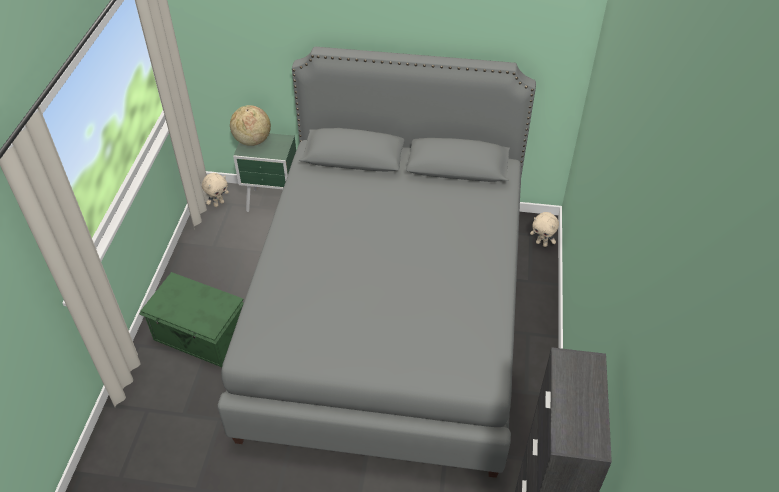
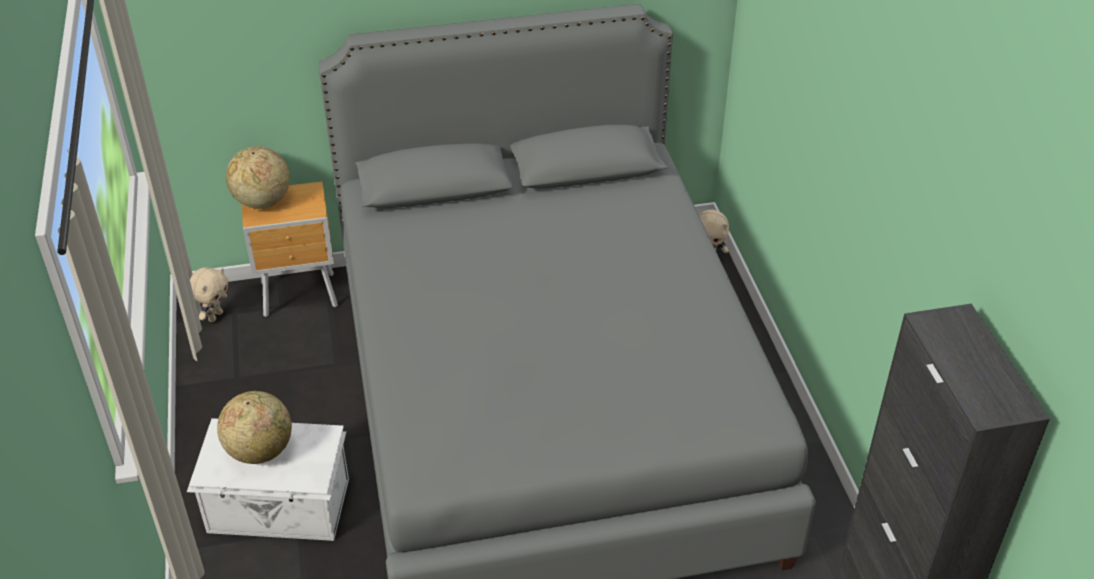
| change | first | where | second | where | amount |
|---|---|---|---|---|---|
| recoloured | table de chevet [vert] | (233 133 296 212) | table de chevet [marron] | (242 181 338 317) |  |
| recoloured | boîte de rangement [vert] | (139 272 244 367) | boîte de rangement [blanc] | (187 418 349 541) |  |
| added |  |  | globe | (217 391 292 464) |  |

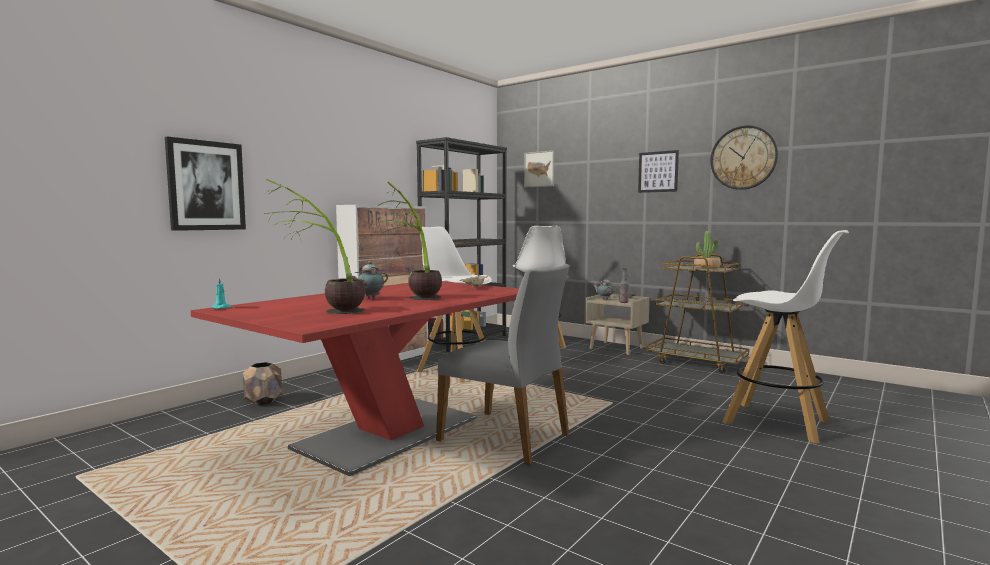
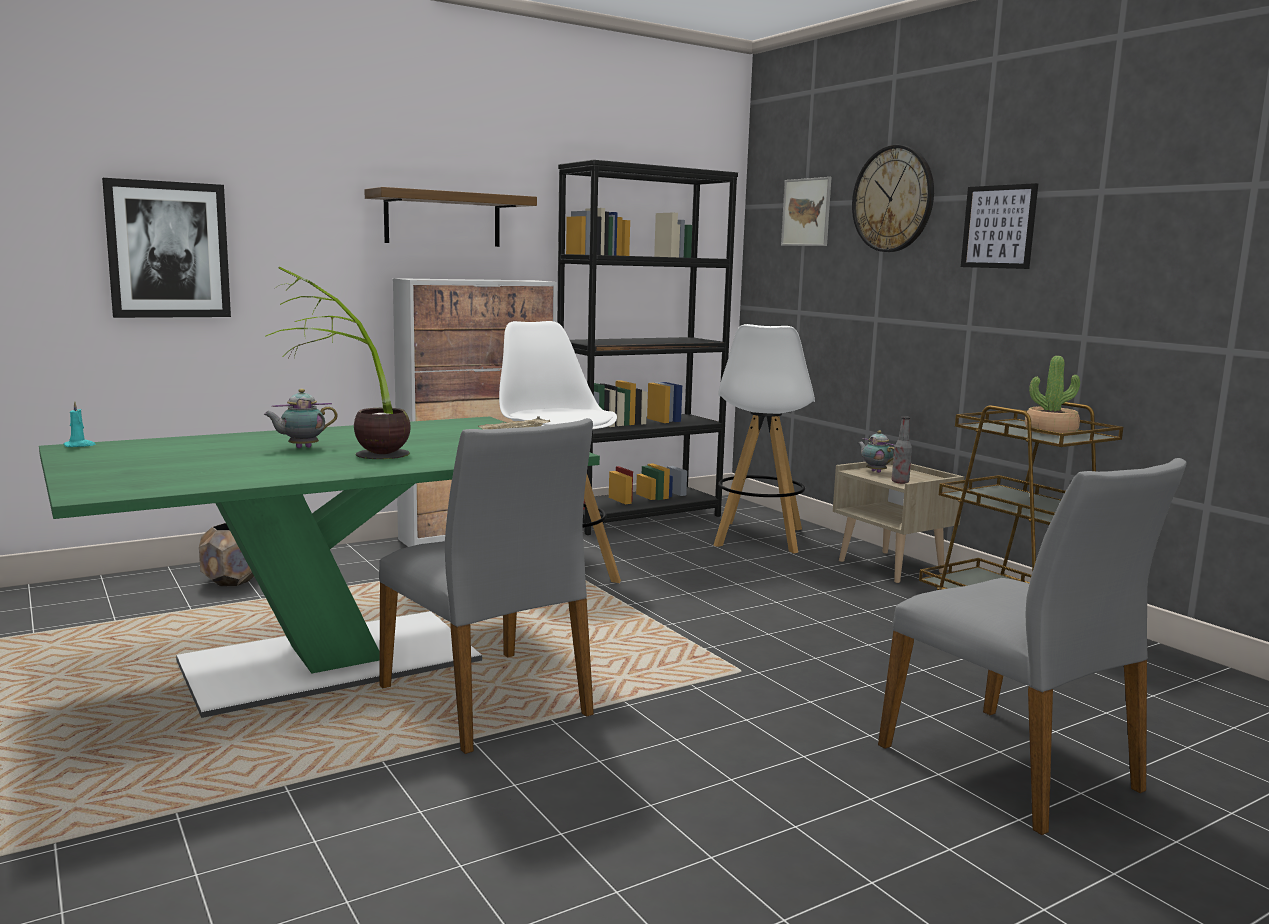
| change | first | where | second | where | amount |
|---|---|---|---|---|---|
| moved | horloge murale | (710 125 778 190) |  | (852 145 934 252) |  |
| removed | plante en pot | (264 179 365 314) |  |  |  |
| replaced | tabouret [blanc] | (722 230 849 443) | chaise [gris] | (878 458 1187 835) |  |
| recoloured | table à manger [rouge] | (191 281 519 476) | table à manger [vert] | (39 416 600 718) |  |
| added |  |  | étagère | (364 187 537 247) |  |

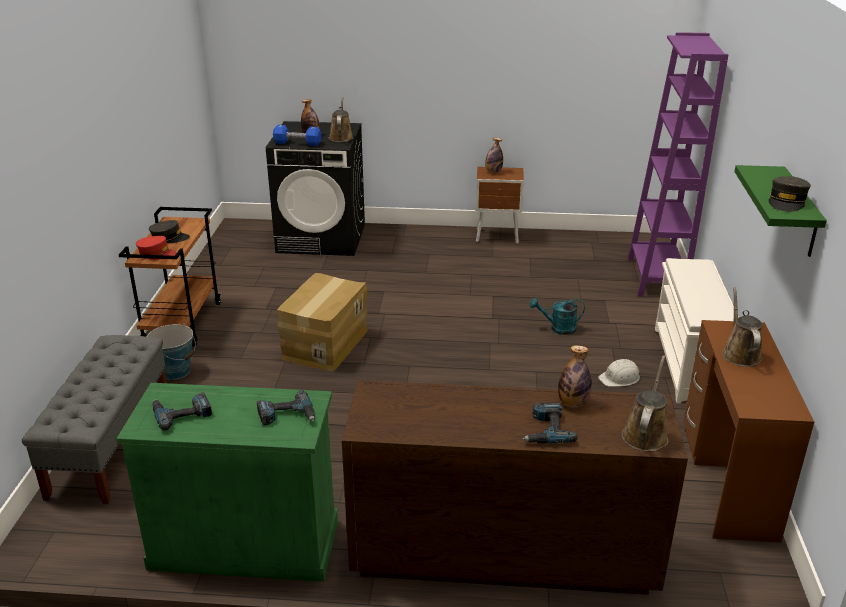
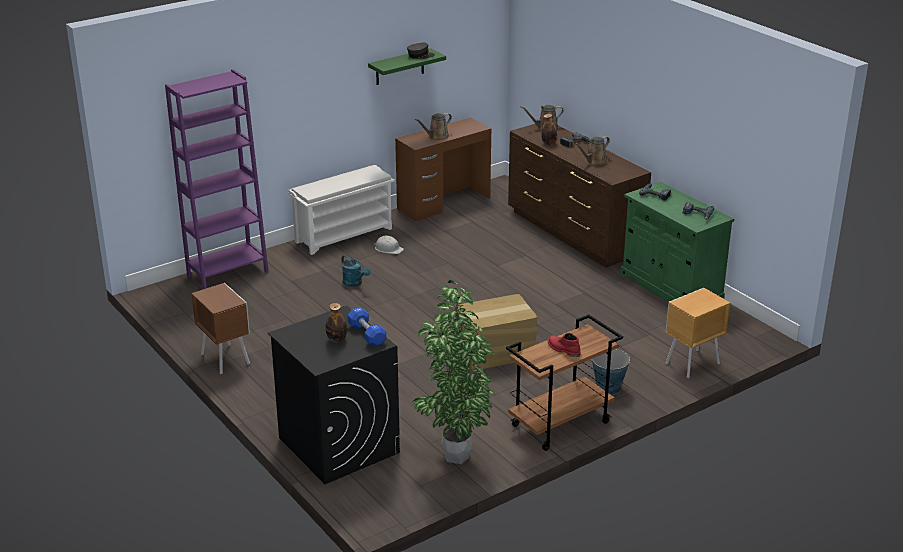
| change | first | where | second | where | amount |
|---|---|---|---|---|---|
| moved | arrosoir [marron] | (329 97 353 142) |  | (575 136 610 165) |  |
| removed | bouteille | (485 138 503 173) |  |  |  |
| replaced | casquette [gris] | (149 220 190 243) | botte [rouge] | (548 333 580 357) |  |
| removed | casquette [rouge] | (136 236 177 260) |  |  |  |
| replaced | banc [gris] | (22 335 167 504) | table de chevet [marron] | (666 288 730 378) |  |
| added |  |  | plante en pot | (412 280 496 464) |  |

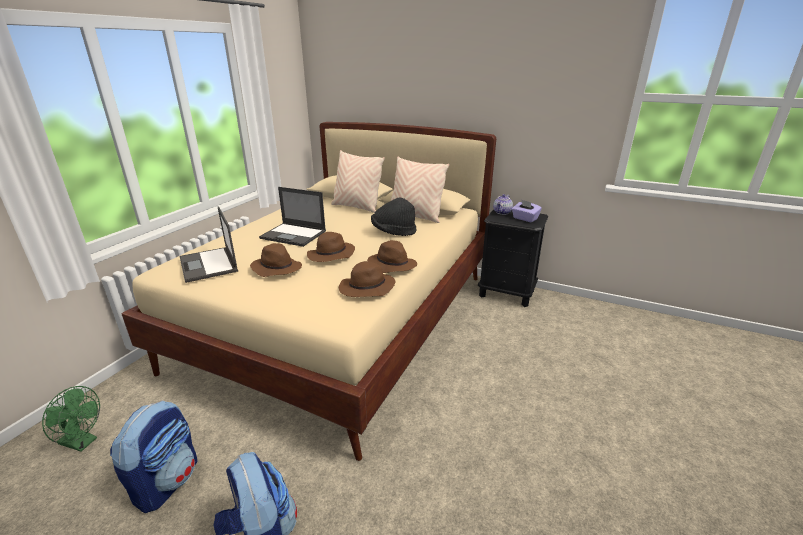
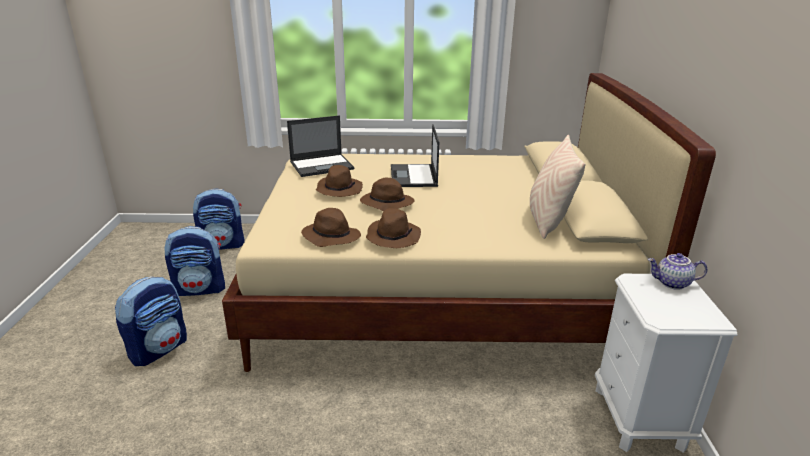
| change | first | where | second | where | amount |
|---|---|---|---|---|---|
| removed | coussin [beige] | (331 150 385 213) |  |  |  |
| removed | chapeau [noir] | (371 197 417 236) |  |  |  |
| removed | boîte à mouchoirs [violet] | (512 200 542 223) |  |  |  |
| turned | ordinateur portable | (180 206 238 283) |  | (287 115 354 177) | 150 degrees counterclockwise |
| recoloured | table de chevet [noir] | (478 209 548 307) | table de chevet [blanc] | (595 274 737 453) |  |
| replaced | ventilateur [vert] | (42 386 100 452) | sac à dos | (193 188 244 249) |  |

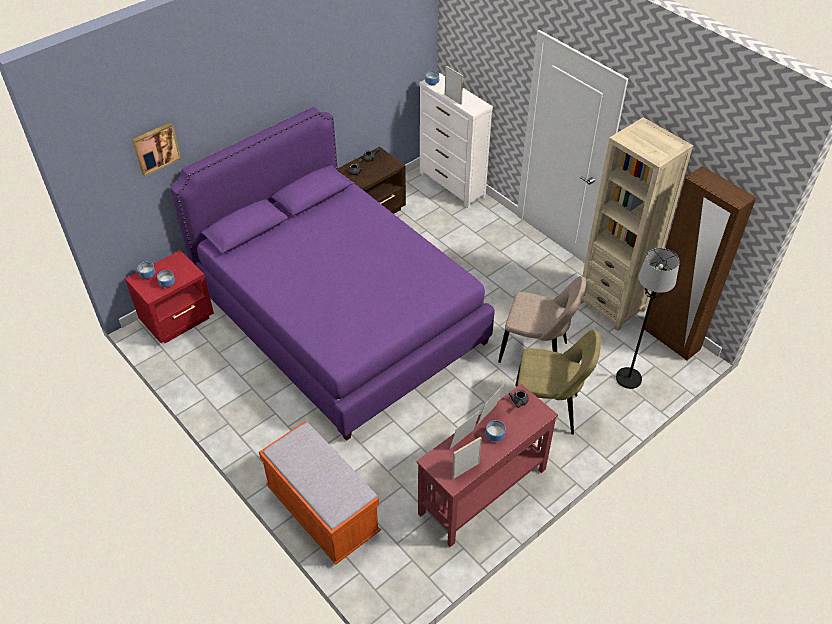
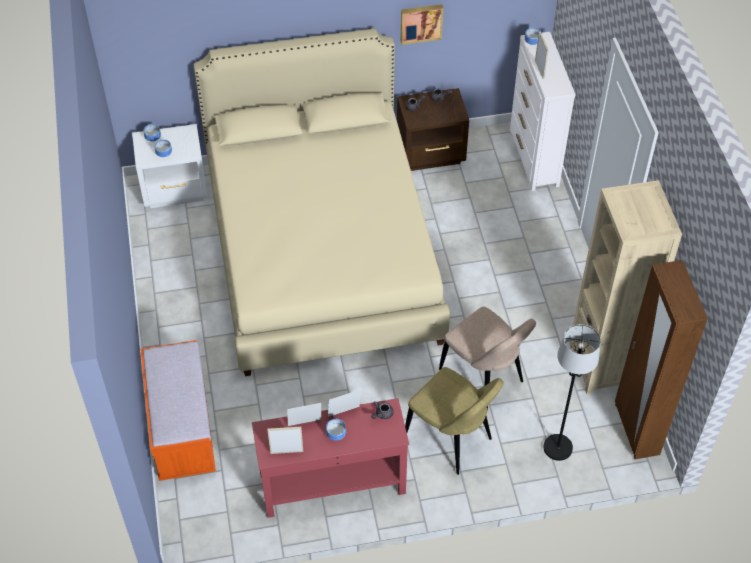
| change | first | where | second | where | amount |
|---|---|---|---|---|---|
| recoloured | lit [violet] | (170 107 495 441) | lit [beige] | (194 28 450 376) |  |
| moved | tableau | (132 122 181 176) |  | (401 4 443 45) |  |
| recoloured | table de chevet [rouge] | (125 250 214 343) | table de chevet [blanc] | (132 124 208 208) |  |

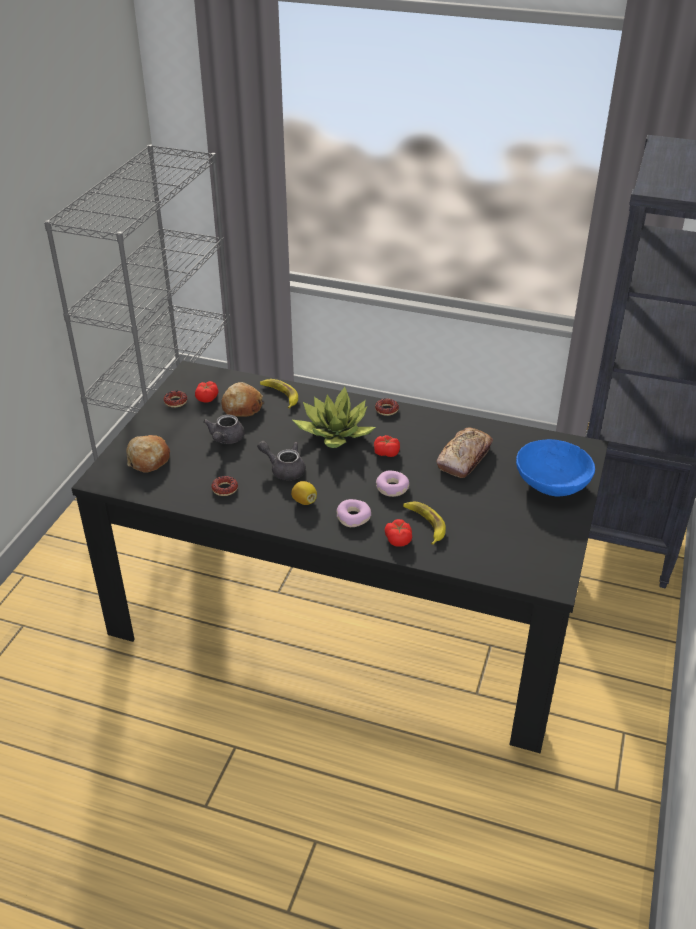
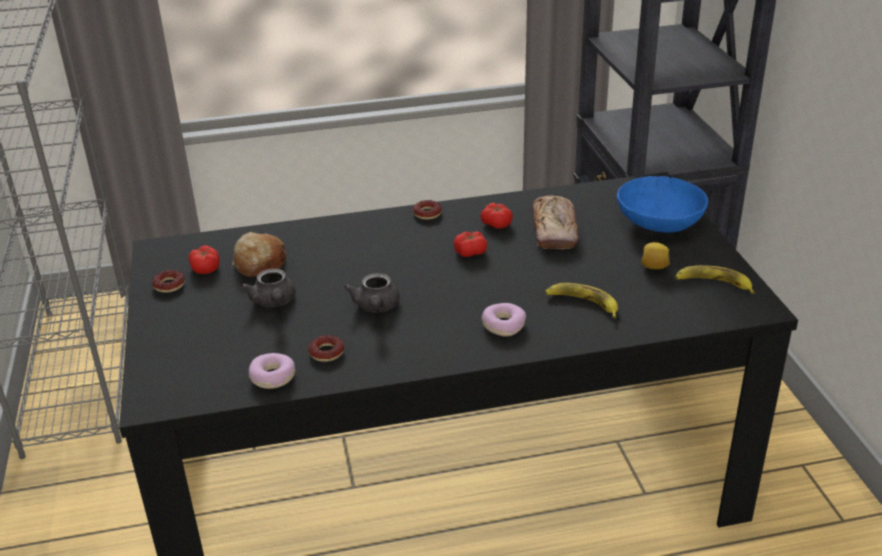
| change | first | where | second | where | amount |
|---|---|---|---|---|---|
| moved | banane | (260 379 298 408) |  | (675 265 755 294) |  |
| removed | plante en pot | (292 387 376 448) |  |  |  |
| removed | pain | (126 435 170 473) |  |  |  |
| turned | théière [gris] | (257 441 306 480) |  | (344 273 400 312) | 90 degrees counterclockwise |
| moved | beignet | (376 471 409 497) |  | (249 353 296 389) |  |
| moved | citron | (291 481 317 505) |  | (641 242 670 269) |  |
| moved | tomate | (384 519 412 547) |  | (480 203 513 229) |  |

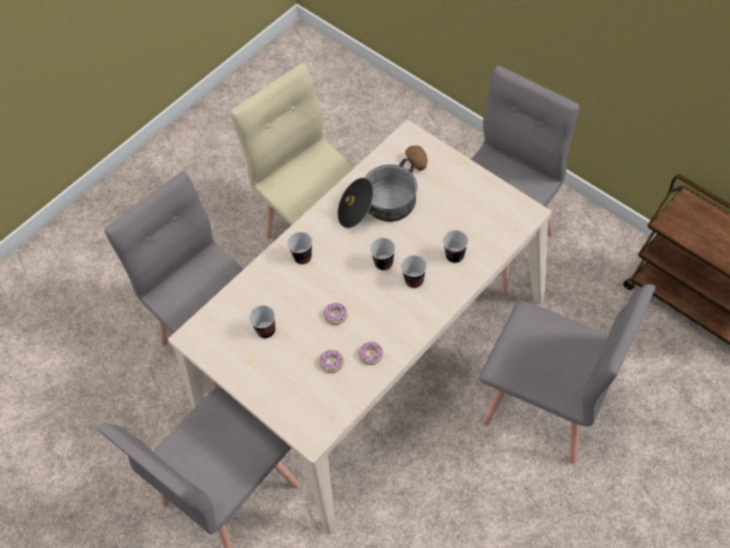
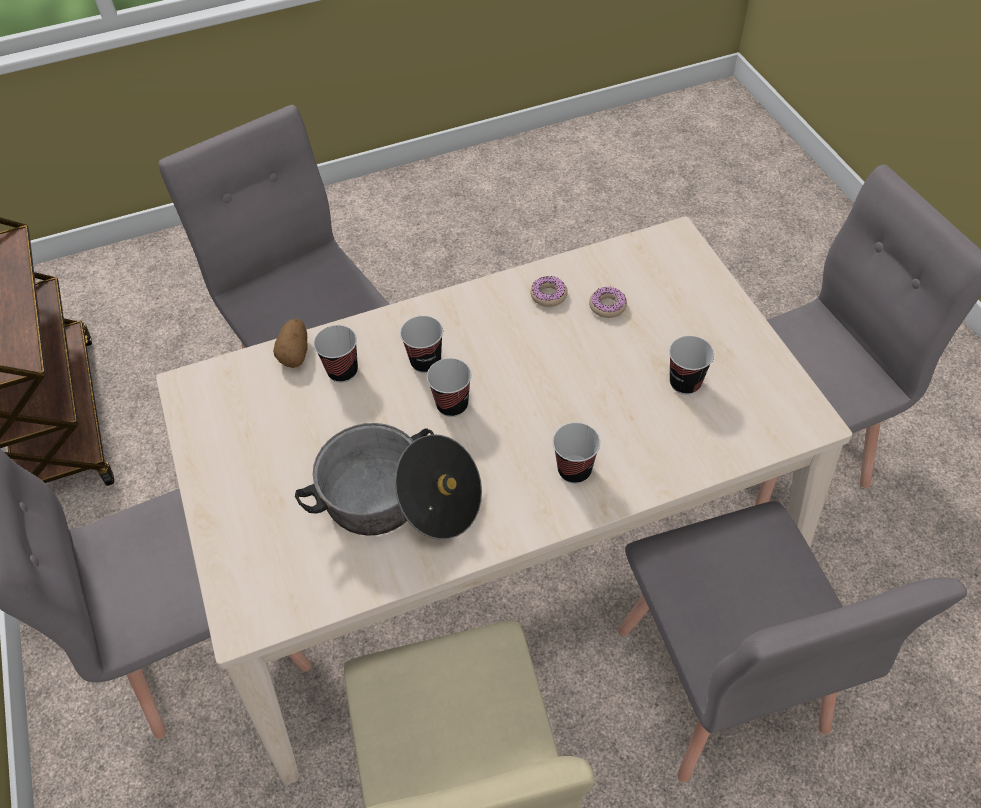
| change | first | where | second | where | amount |
|---|---|---|---|---|---|
| moved | pomme de terre | (405 146 428 171) |  | (273 319 308 368) |  |
| removed | beignet | (324 303 348 325) |  |  |  |

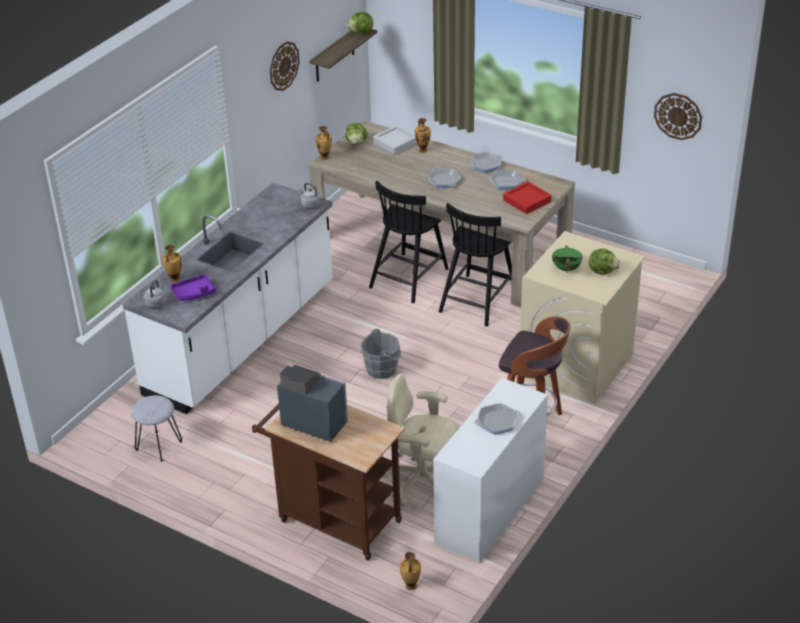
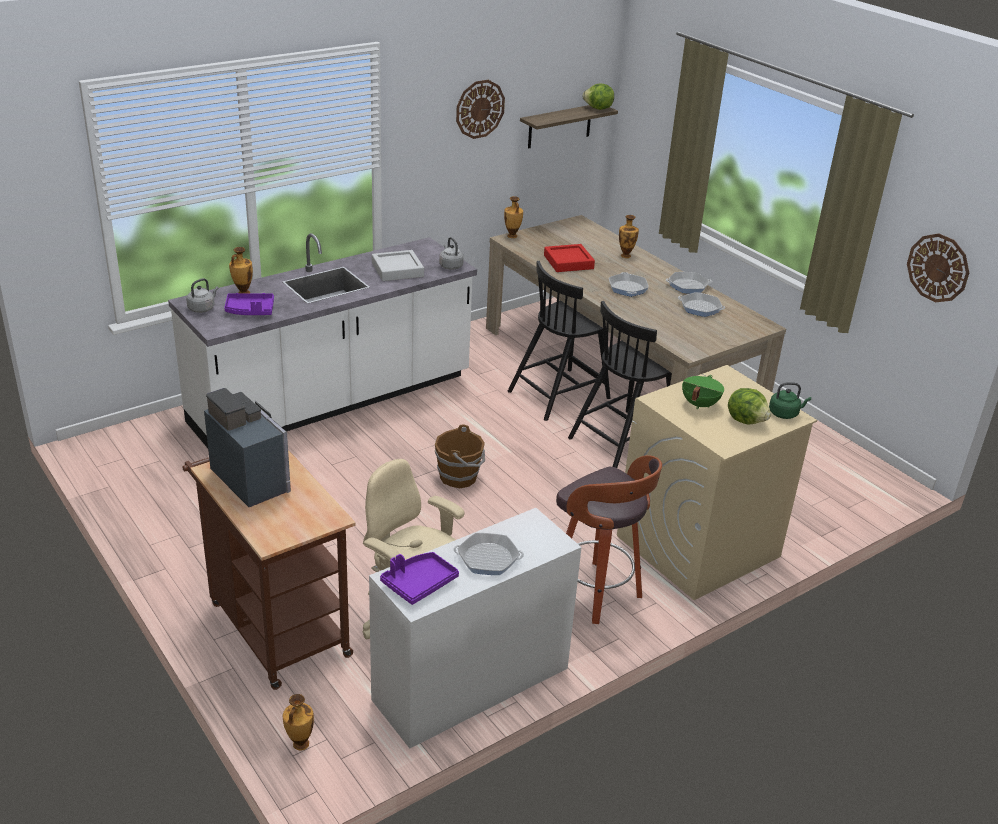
| change | first | where | second | where | amount |
|---|---|---|---|---|---|
| removed | laitue | (346 123 368 145) |  |  |  |
| moved | plateau [gris] | (373 125 417 155) |  | (372 250 424 281) |  |
| moved | plateau [rouge] | (503 181 551 214) |  | (544 244 595 272) |  |
| recoloured | seau [gris] | (361 329 401 379) | seau [marron] | (435 424 485 488) |  |
| removed | tabouret [gris] | (131 395 182 462) |  |  |  |
| added |  |  | bouilloire [vert] | (769 382 811 419) |  |
| added |  |  | plateau [violet] | (380 552 459 605) |  |

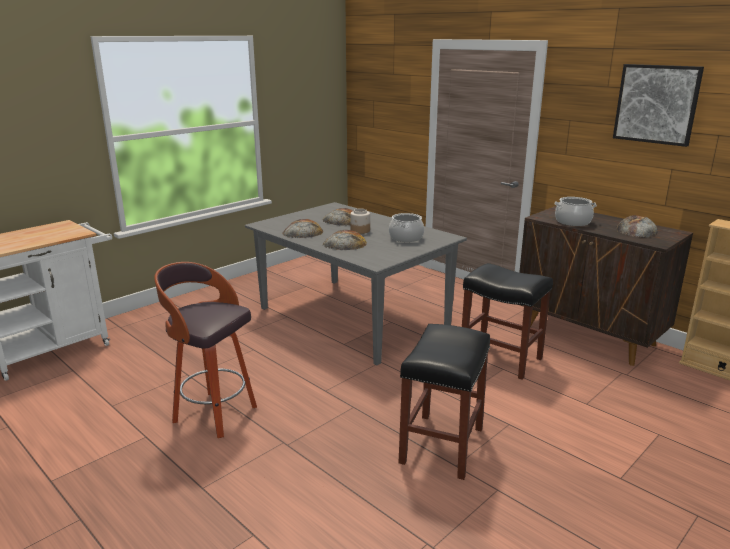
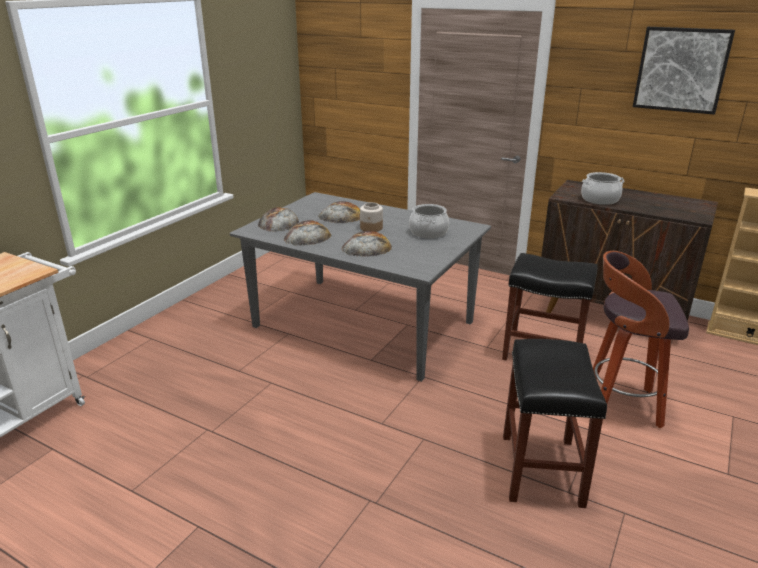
| change | first | where | second | where | amount |
|---|---|---|---|---|---|
| moved | pain | (616 215 658 237) |  | (258 207 299 232) |  |
| moved | tabouret | (154 262 257 438) |  | (593 251 689 428) |  |

